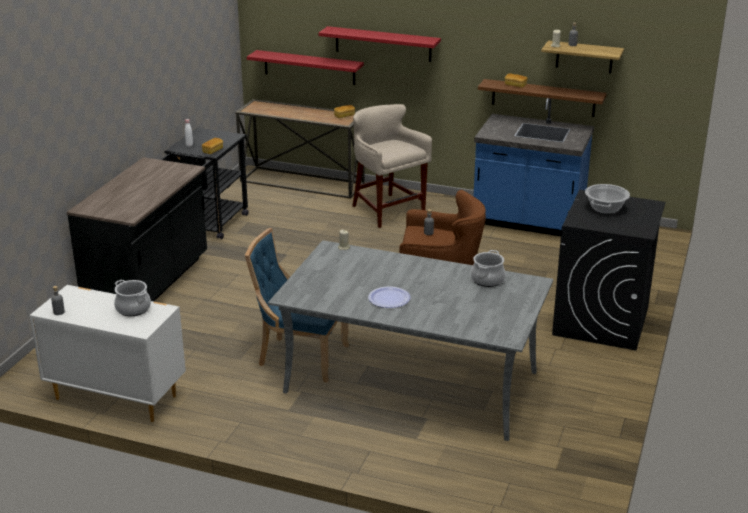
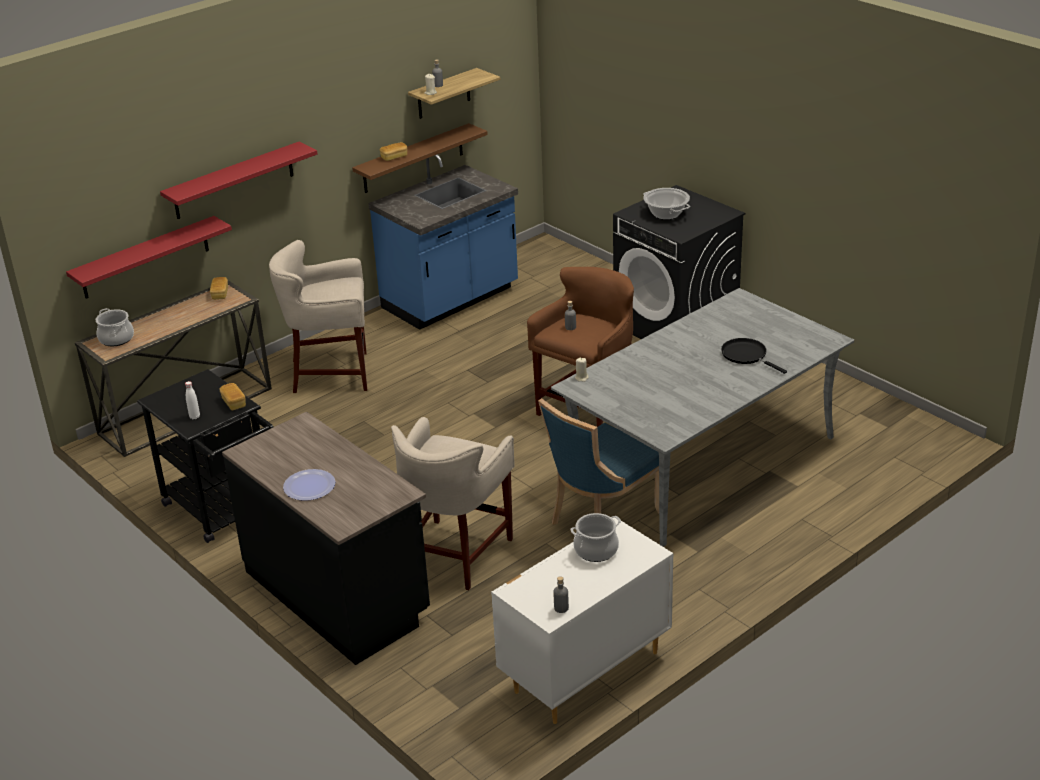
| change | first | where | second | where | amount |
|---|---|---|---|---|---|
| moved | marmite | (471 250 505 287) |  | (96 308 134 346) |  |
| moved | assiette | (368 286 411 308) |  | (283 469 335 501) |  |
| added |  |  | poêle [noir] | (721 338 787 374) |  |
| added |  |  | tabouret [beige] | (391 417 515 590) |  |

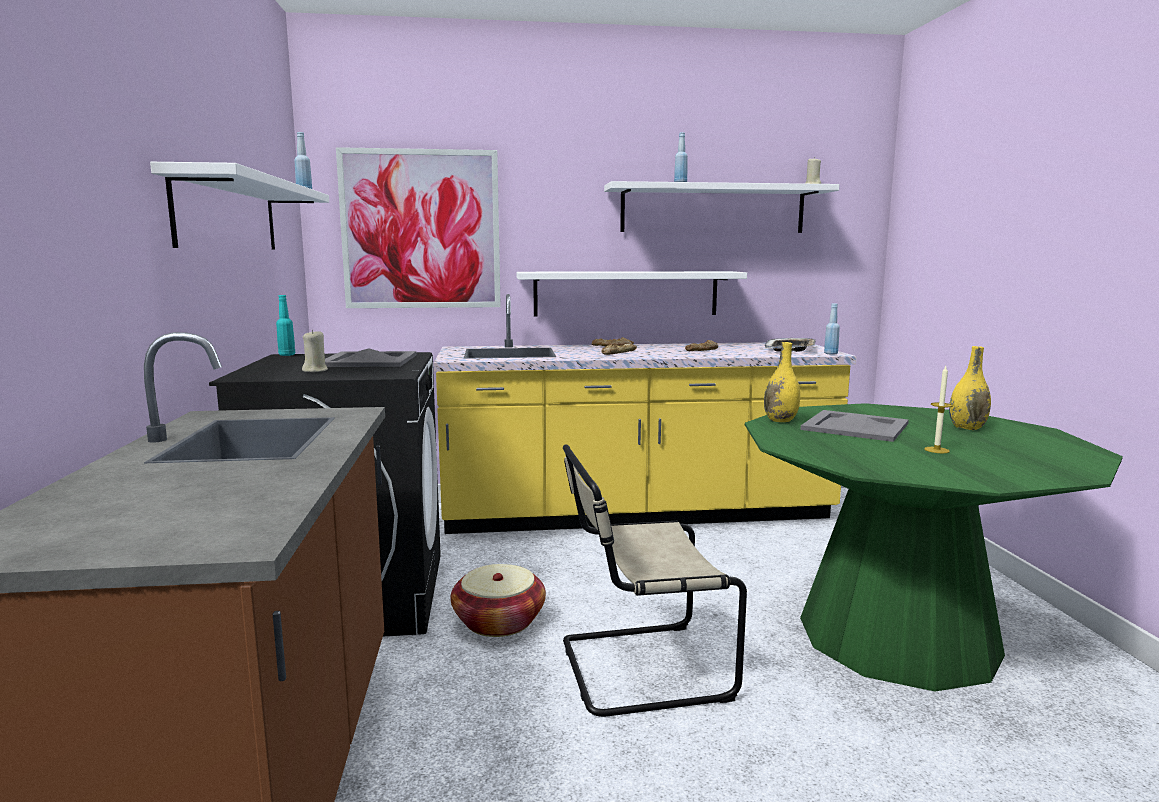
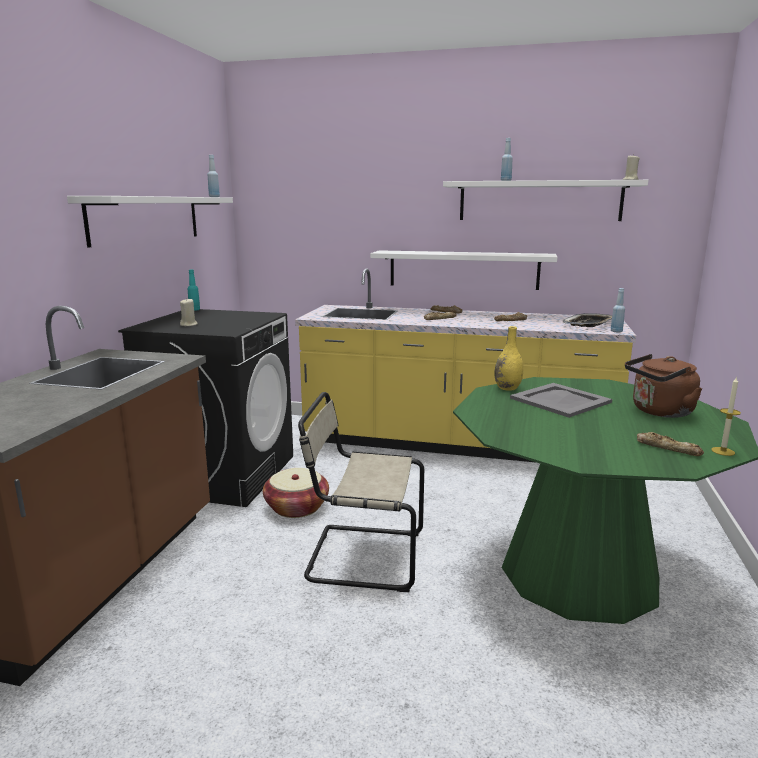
| change | first | where | second | where | amount |
|---|---|---|---|---|---|
| removed | tableau | (336 147 501 308) |  |  |  |
| replaced | vase [jaune] | (949 346 991 430) | bouilloire [marron] | (625 354 702 418) |  |
| removed | plateau [gris] | (325 348 417 367) |  |  |  |
| moved | bougie | (925 366 953 453) |  | (711 376 741 456) |  |
| added |  |  | pain | (637 432 704 456) |  |

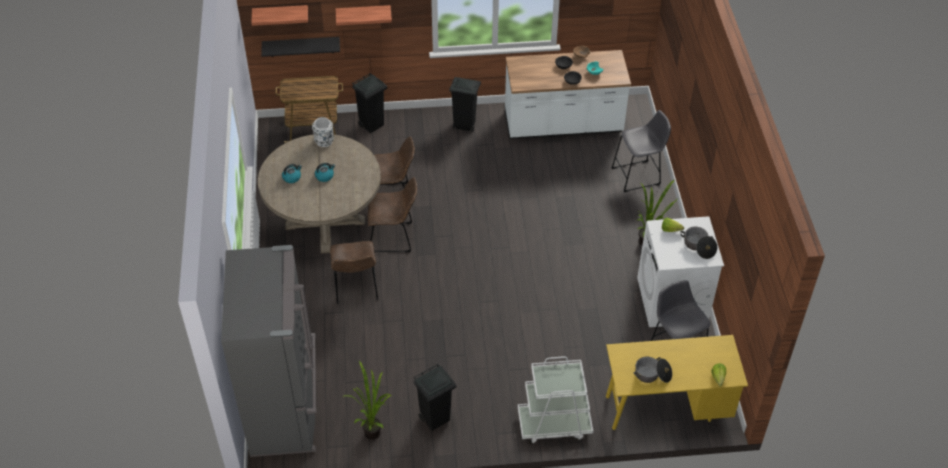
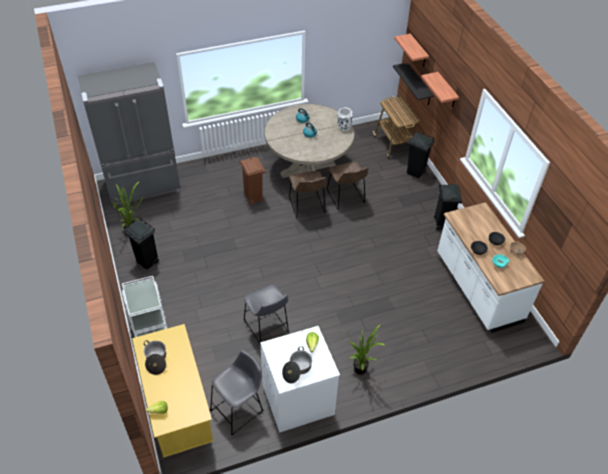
| change | first | where | second | where | amount |
|---|---|---|---|---|---|
| moved | tabouret [gris] | (611 110 671 192) |  | (243 284 289 344) |  |
| replaced | chaise [marron] | (330 241 378 304) | poubelle [marron] | (239 157 266 205) |  |

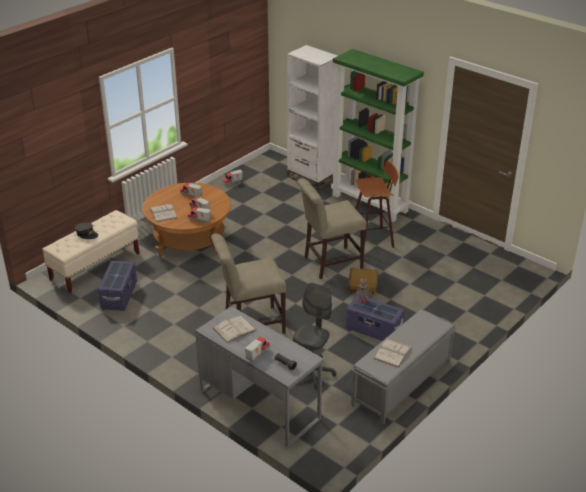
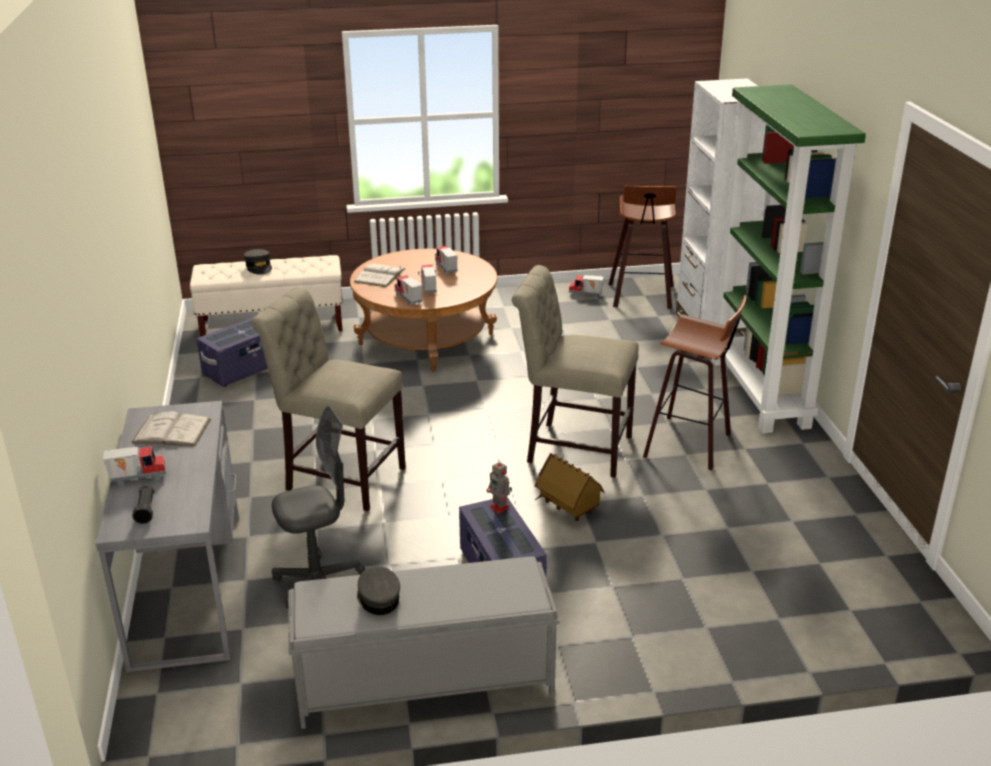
| change | first | where | second | where | amount |
|---|---|---|---|---|---|
| replaced | livre [blanc] | (374 339 412 368) | casquette [gris] | (357 566 400 615) |  |
| added |  |  | tabouret | (609 185 677 309) |  |

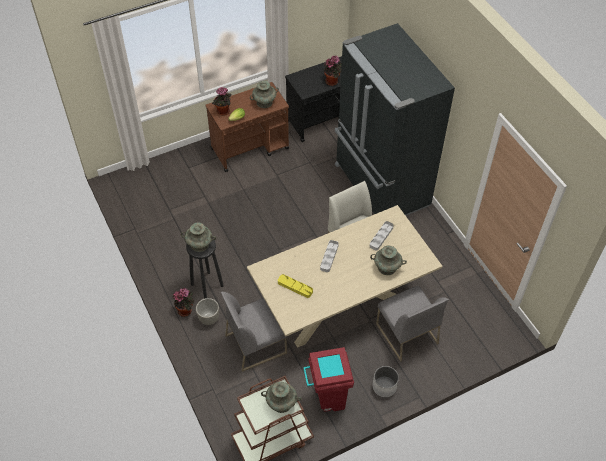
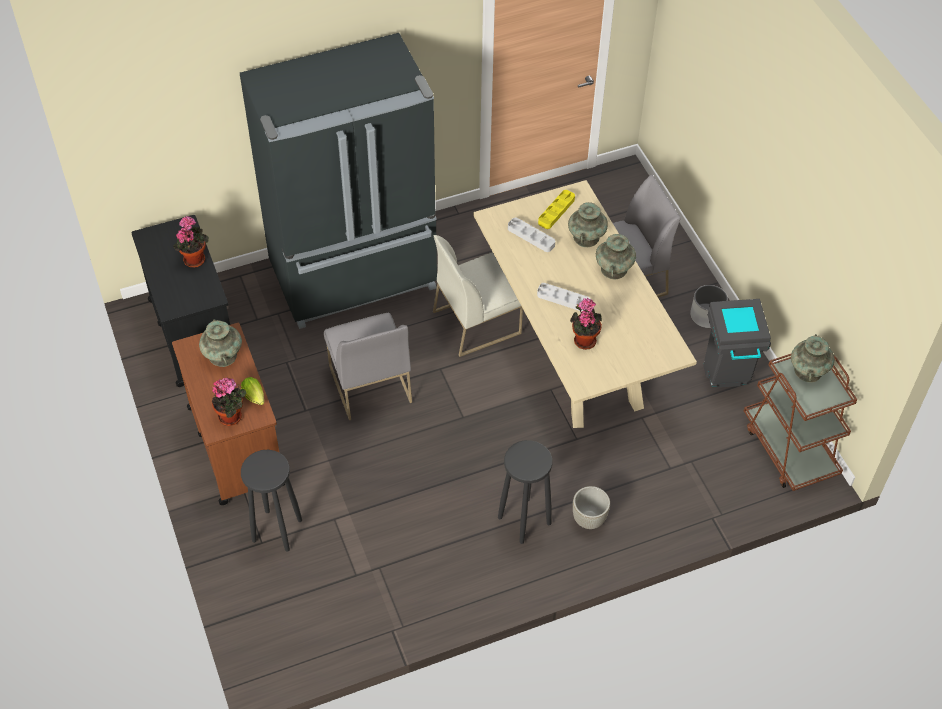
| change | first | where | second | where | amount |
|---|---|---|---|---|---|
| moved | vase [turquoise] | (181 222 216 252) |  | (596 234 636 279) |  |
| moved | plateau [jaune] | (278 274 313 298) |  | (538 190 575 229) |  |
| moved | plante en pot | (173 288 194 317) |  | (570 298 602 350) |  |
| moved | chaise [gris] | (221 292 287 372) |  | (324 313 412 420) |  |
| recoloured | poubelle [rouge] | (303 347 354 411) | poubelle [gris] | (703 299 771 388) |  |
| added |  |  | tabouret [noir] | (241 450 302 552) |  |

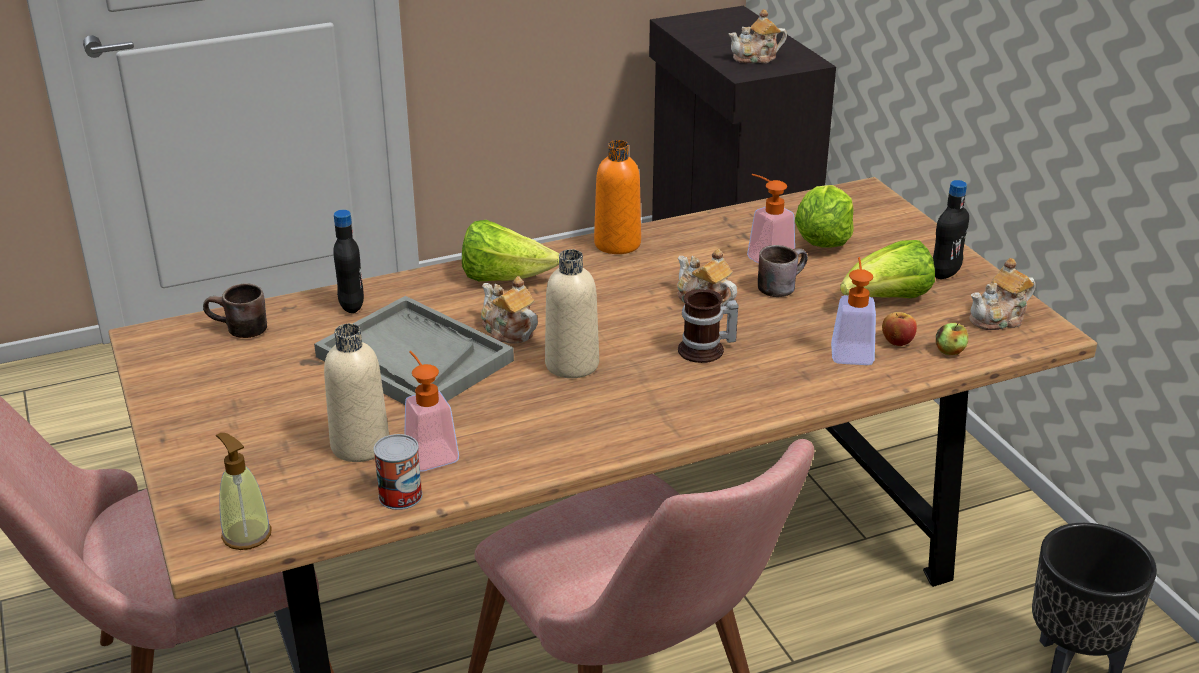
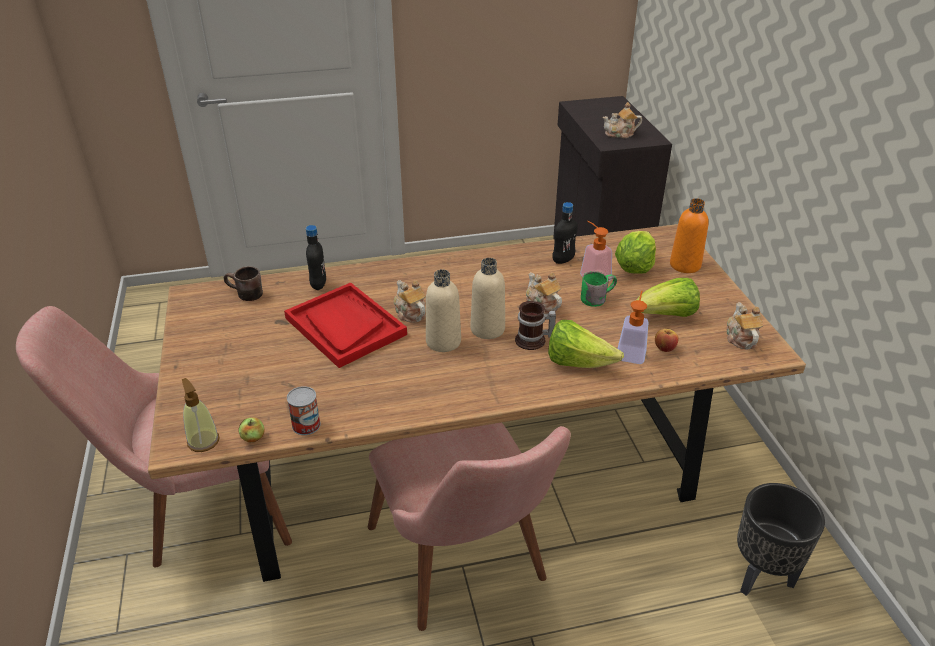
| change | first | where | second | where | amount |
|---|---|---|---|---|---|
| moved | bouteille [orange] | (594 140 641 254) |  | (670 198 709 273) |  |
| moved | bouteille [noir] | (933 180 969 279) |  | (552 202 578 264) |  |
| moved | laitue | (462 220 560 281) |  | (548 320 624 368) |  |
| recoloured | mug [marron] | (758 245 808 297) | mug [vert] | (581 271 617 307) |  |
| turned | théière | (970 258 1036 330) |  | (726 302 763 350) | 105 degrees clockwise |
| recoloured | plateau [gris] | (314 296 514 405) | plateau [rouge] | (284 282 407 368) |  |
| moved | pomme | (936 323 968 355) |  | (239 417 265 442) |  |
| moved | bouteille [beige] | (324 324 389 462) |  | (471 258 505 339) |  |
| removed | distributeur de savon | (404 351 459 471) |  |  |  |

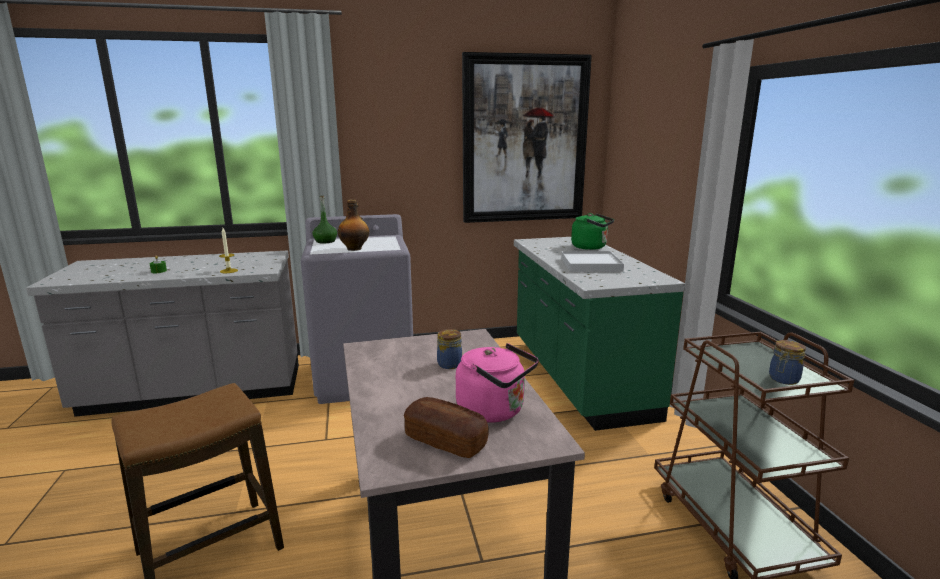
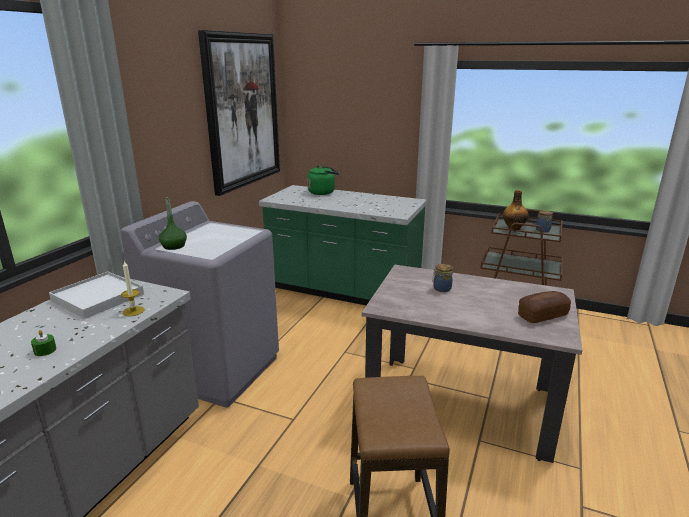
| change | first | where | second | where | amount |
|---|---|---|---|---|---|
| moved | bouteille | (338 200 369 251) |  | (503 190 529 230) |  |
| moved | plateau [blanc] | (561 251 624 272) |  | (49 271 144 319) |  |
| removed | bouilloire [rose] | (456 343 539 423) |  |  |  |

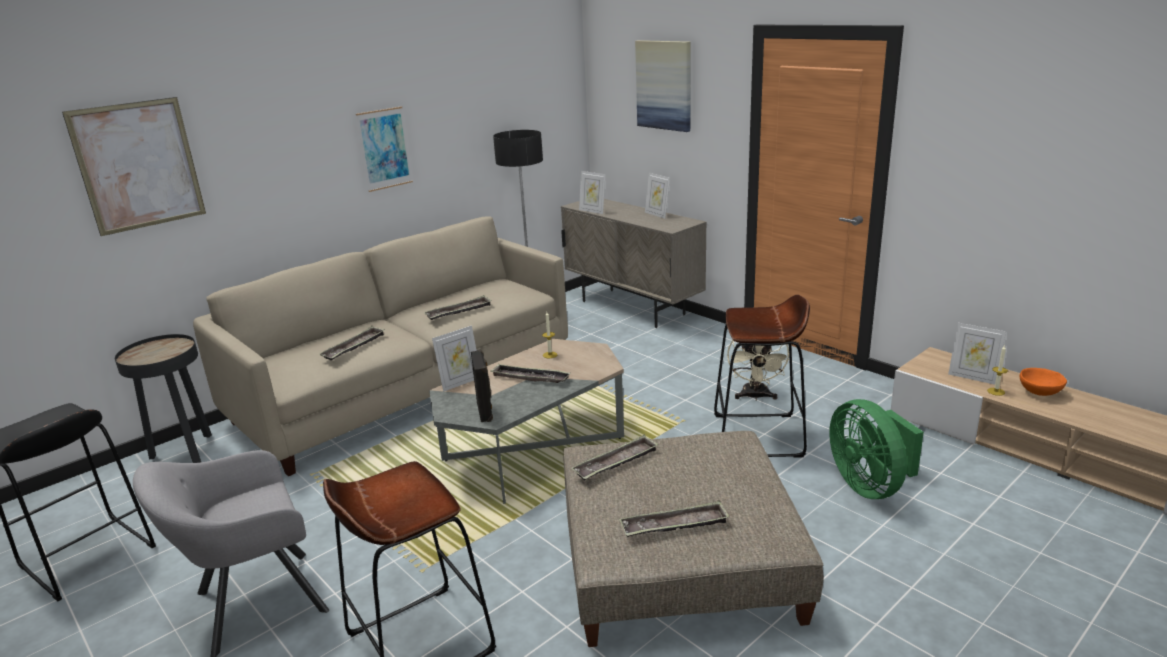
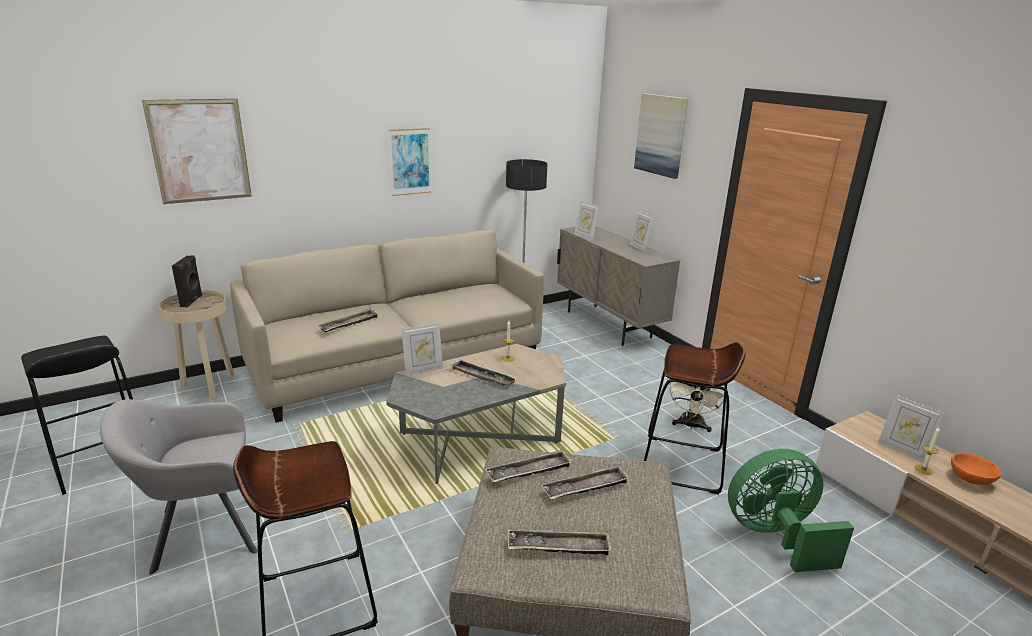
| change | first | where | second | where | amount |
|---|---|---|---|---|---|
| moved | plateau | (424 295 492 320) |  | (541 465 630 500) |  |
| recoloured | table d'appoint [noir] | (115 334 212 463) | table d'appoint [beige] | (159 290 234 400) |  |
| moved | enceinte [noir] | (471 350 493 422) |  | (172 255 202 308) |  |
| turned | ventilateur [vert] | (829 399 924 499) |  | (728 449 854 572) | 90 degrees clockwise |

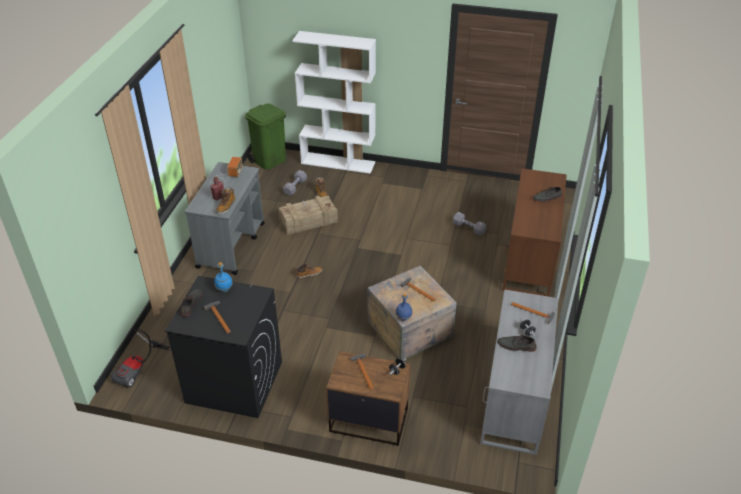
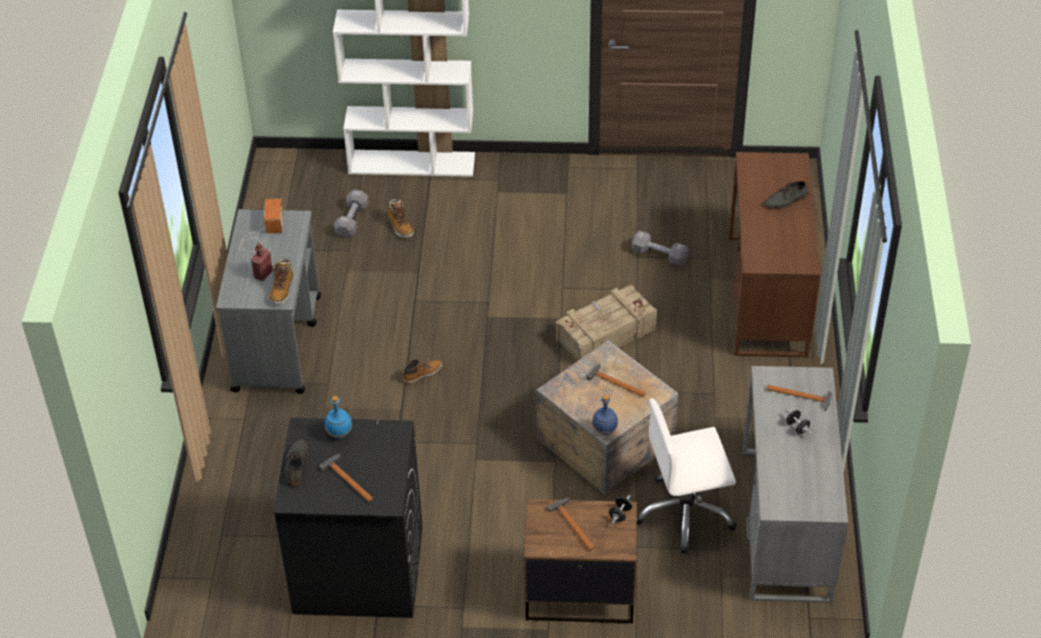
| change | first | where | second | where | amount |
|---|---|---|---|---|---|
| removed | poubelle [vert] | (245 103 286 170) |  |  |  |
| moved | caisse | (278 196 338 235) |  | (556 285 657 361) |  |
| removed | aspirateur | (110 329 169 389) |  |  |  |
| removed | chaussure [gris] | (497 334 537 352) |  |  |  |
| added |  |  | chaise de bureau [blanc] | (637 399 737 554) |  |

